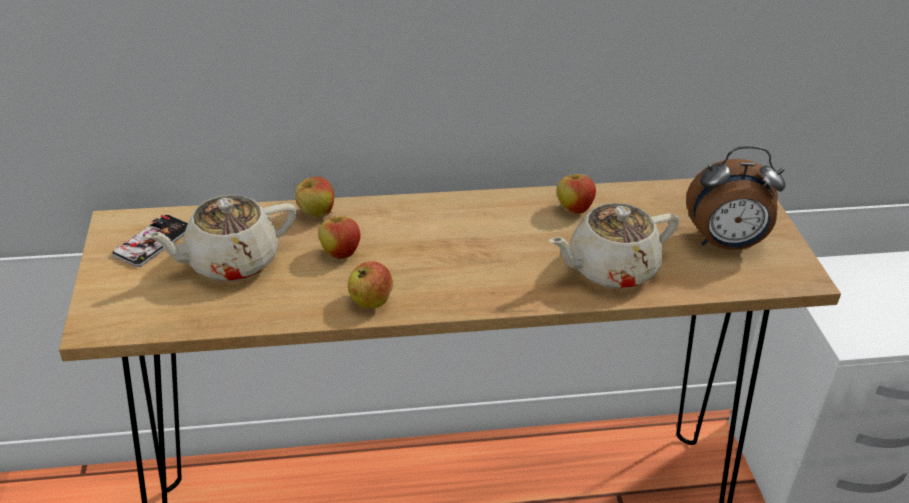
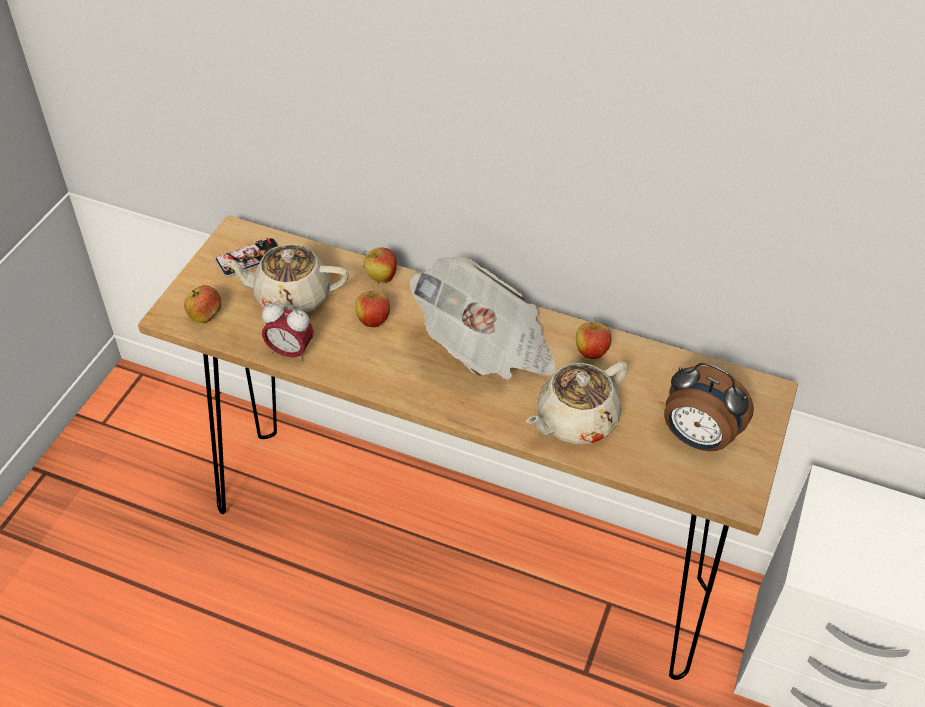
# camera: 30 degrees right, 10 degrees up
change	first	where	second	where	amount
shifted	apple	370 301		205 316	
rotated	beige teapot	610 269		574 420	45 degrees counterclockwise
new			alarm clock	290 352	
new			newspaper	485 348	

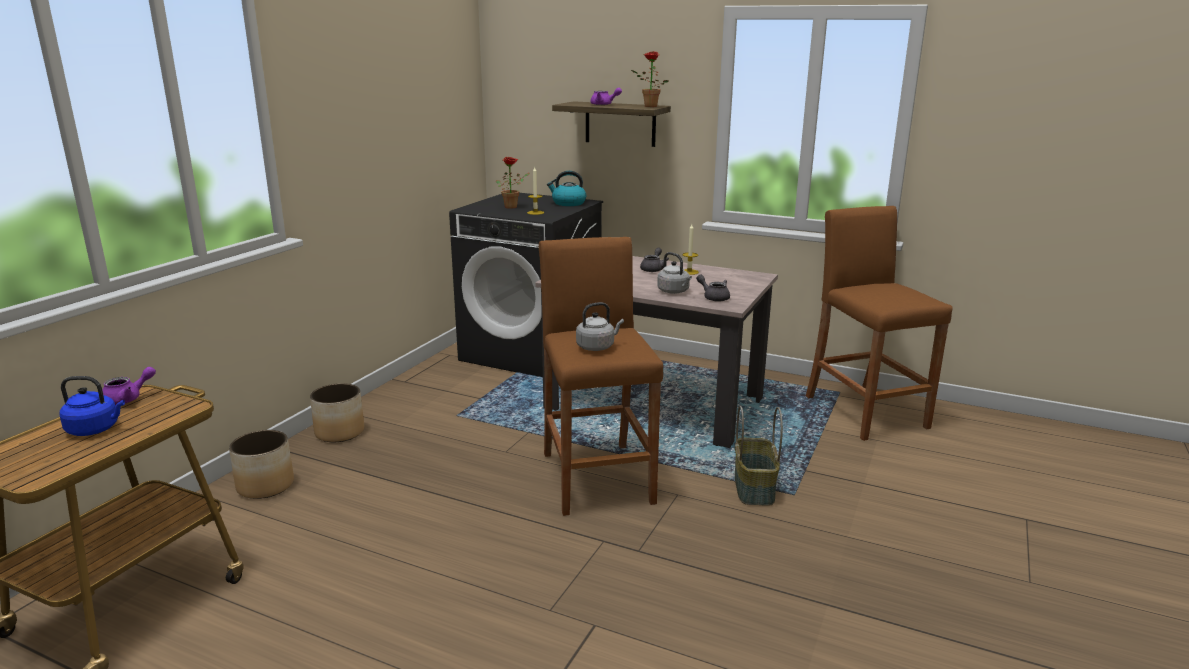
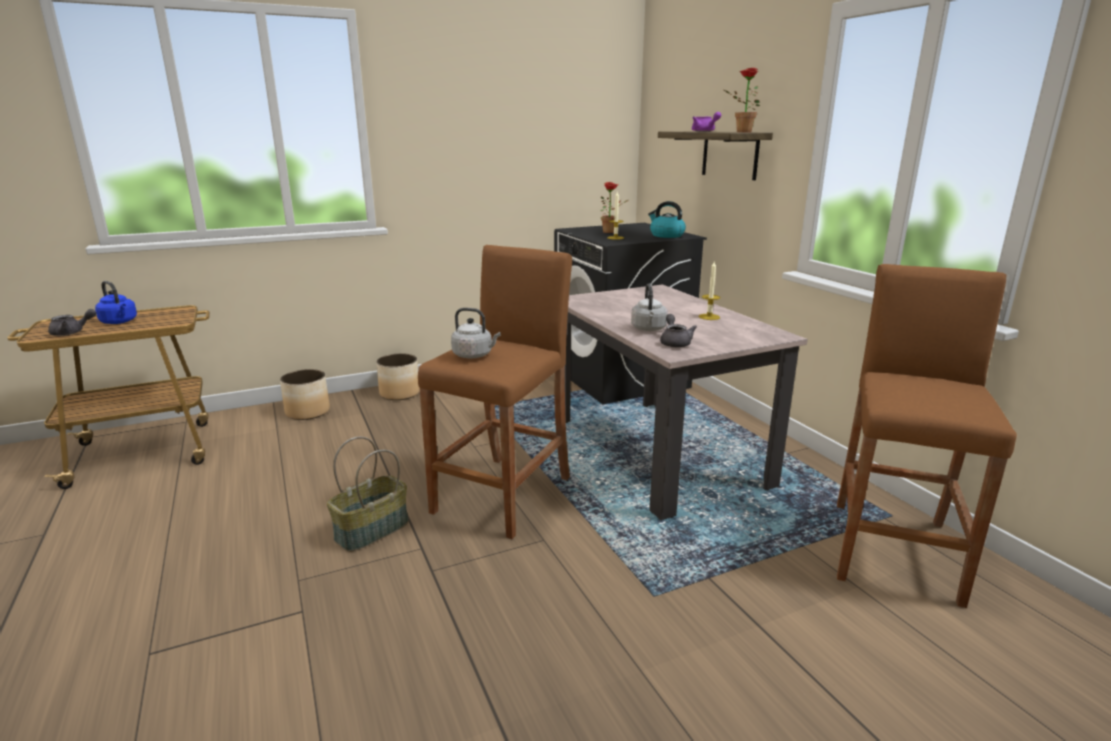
# camera: 40 degrees right, 0 degrees up
change	first	where	second	where	amount
gone	purple teapot	128 399			
shifted	grey teapot	653 269		72 332	
shifted	basket	755 488		372 531	

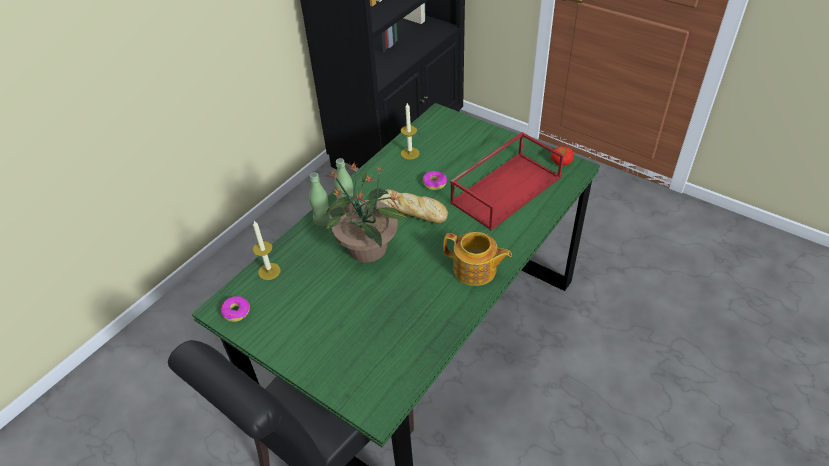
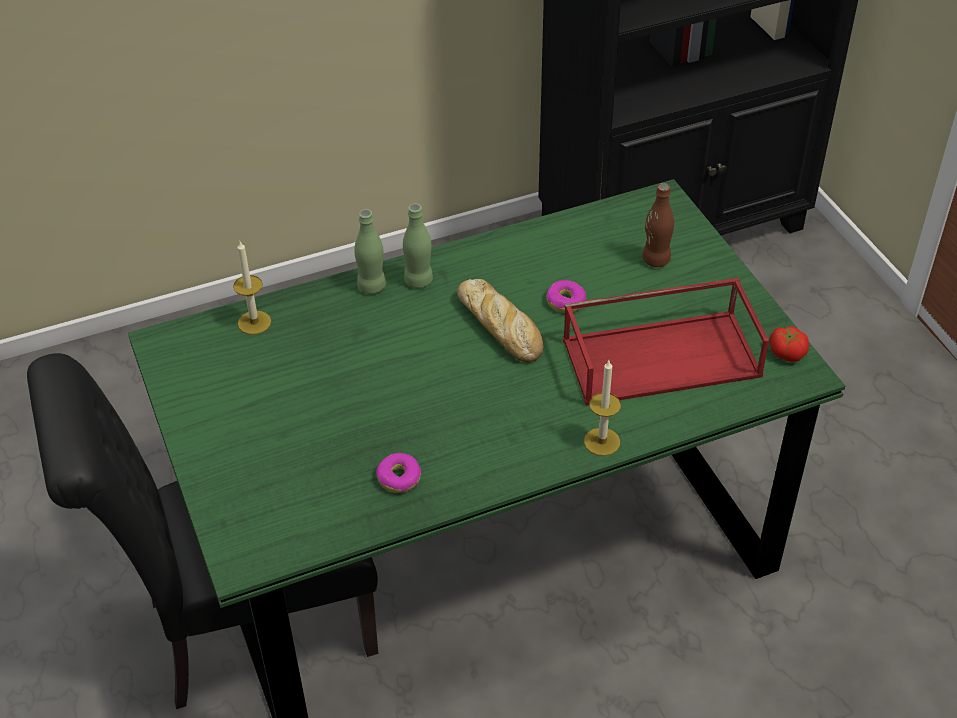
# camera: 30 degrees right, 0 degrees up
change	first	where	second	where	amount
shifted	donut	236 312		399 478	
gone	potted plant	368 249			
shifted	candle	410 153		602 442	
gone	teapot	475 270			
new			brown bottle	656 260	

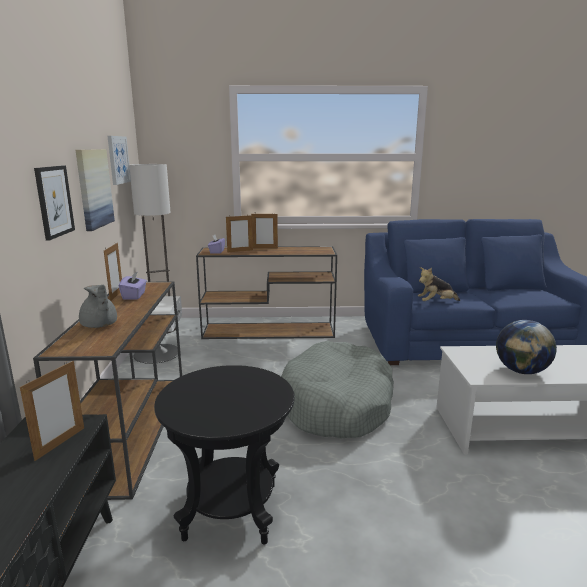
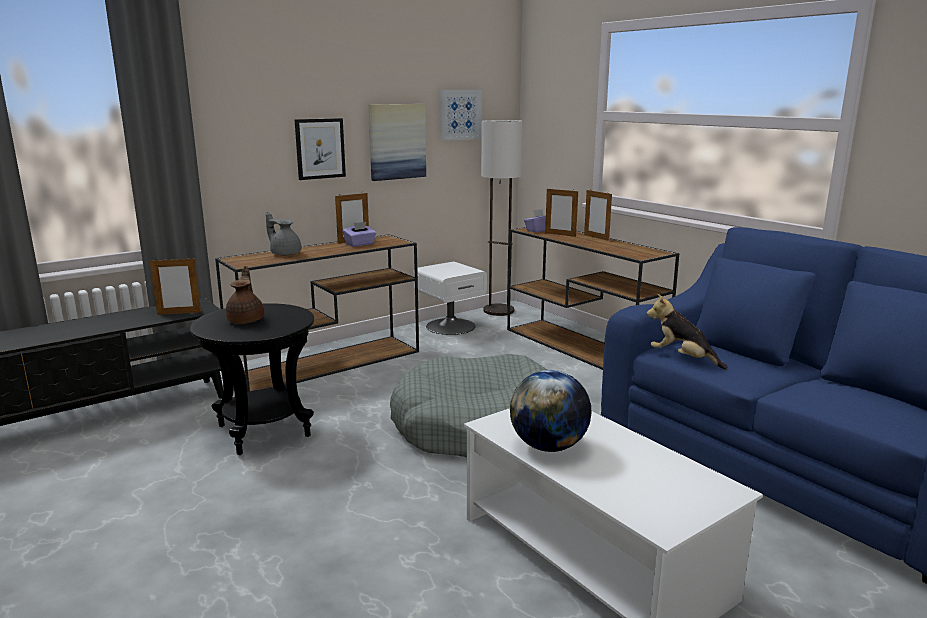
# camera: 55 degrees right, 0 degrees up
change	first	where	second	where	amount
rotated	grey teapot	99 325		285 254	105 degrees clockwise
new			brown teapot	247 320	

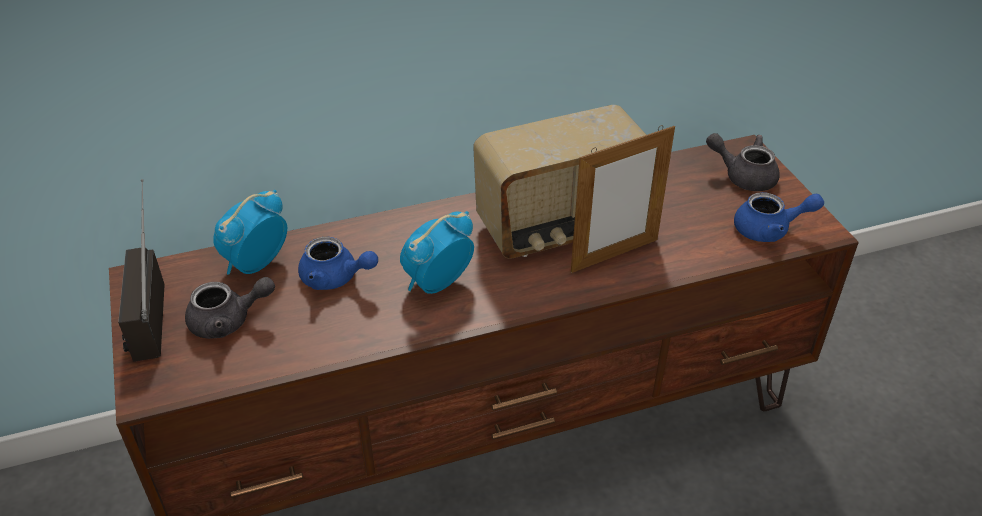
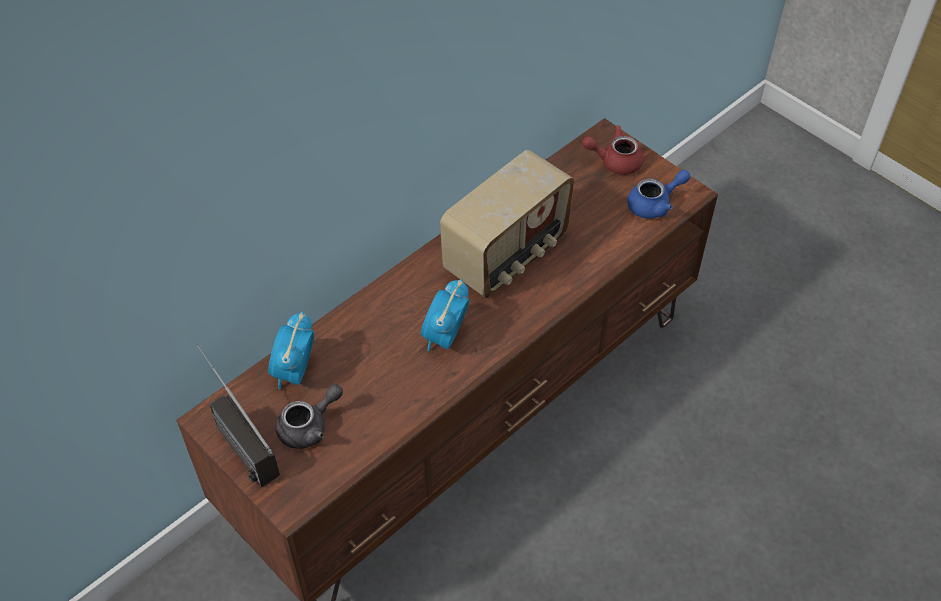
# camera: 25 degrees left, 10 degrees up
change	first	where	second	where	amount
gone	blue teapot	335 278			
gone	picture frame	614 255			
repainted	grey teapot	743 176	red teapot	614 161	

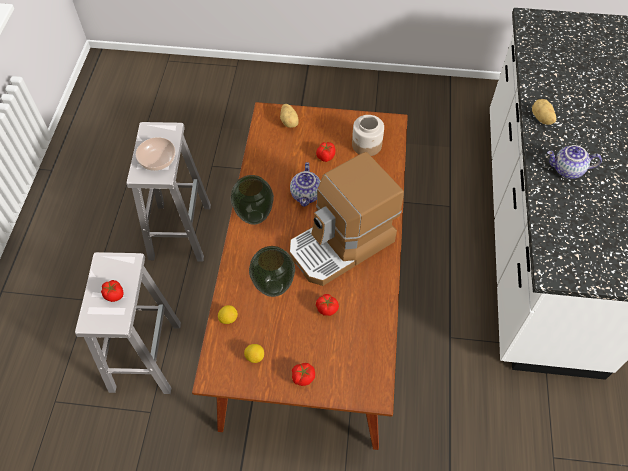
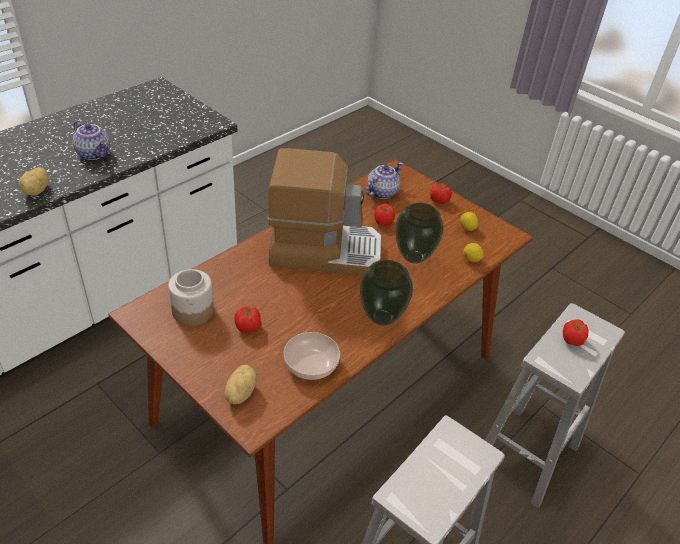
# camera: 145 degrees left, 15 degrees down
change	first	where	second	where	amount
shifted	bowl	157 160		312 364	
shifted	teapot	306 195		381 192	

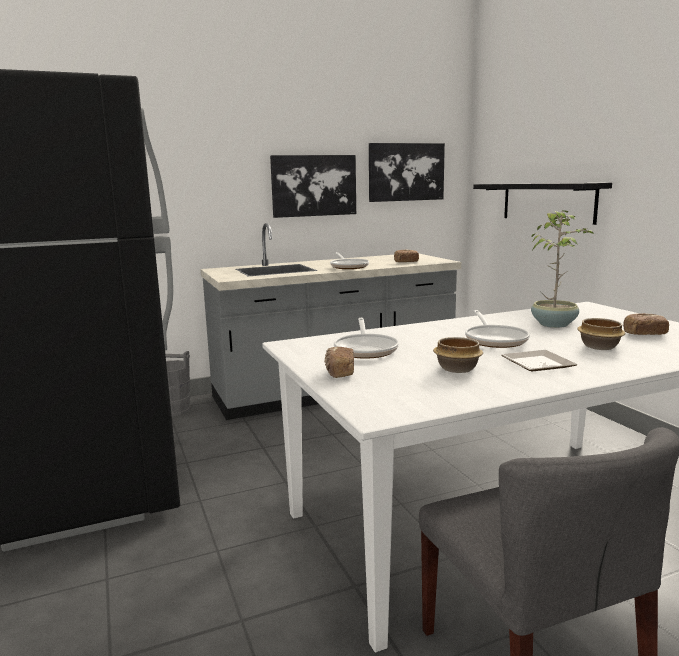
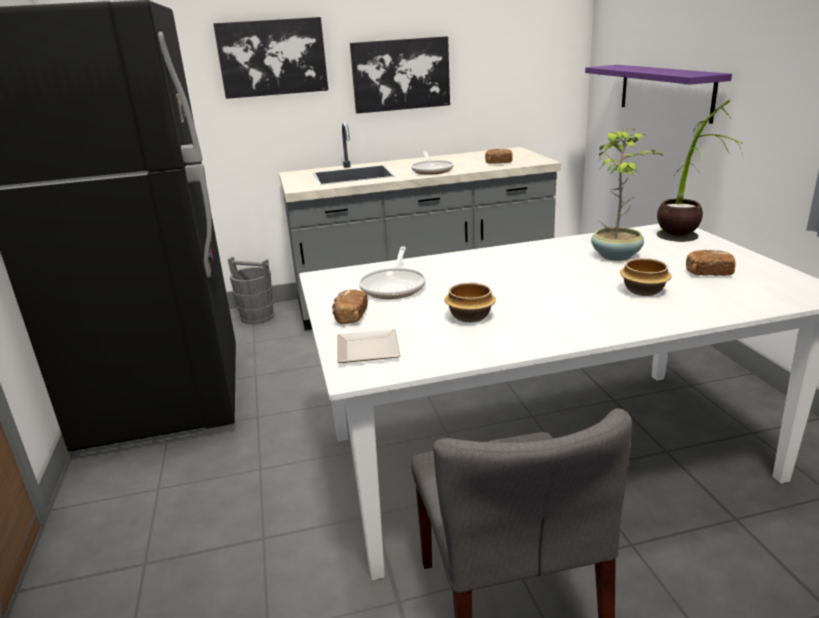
# camera: 10 degrees right, 10 degrees up
change	first	where	second	where	amount
shifted	picture	406 172		272 57	
gone	frying pan	494 339			
repainted	black shelf	547 202	purple shelf	665 91	
shifted	plate	538 363		370 349	
new			potted plant	684 243	

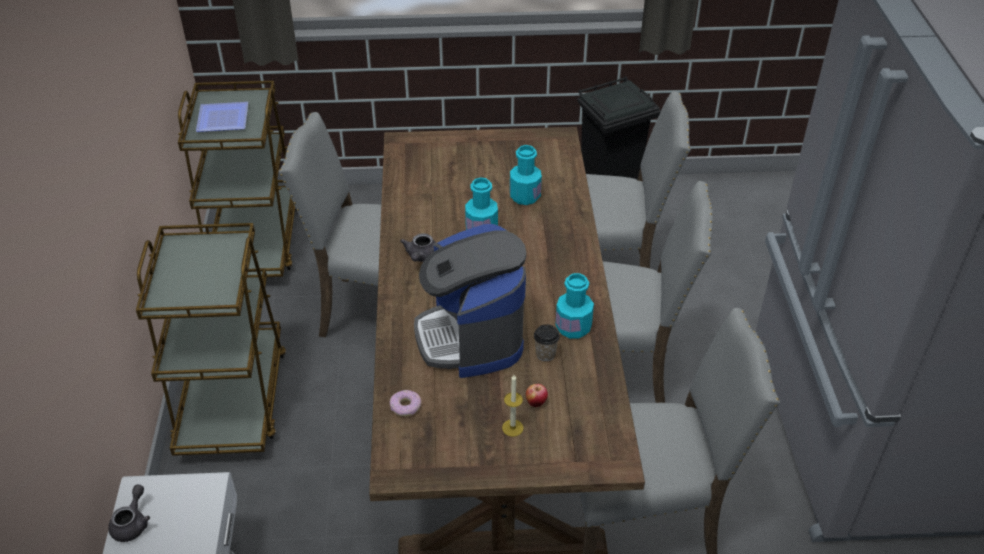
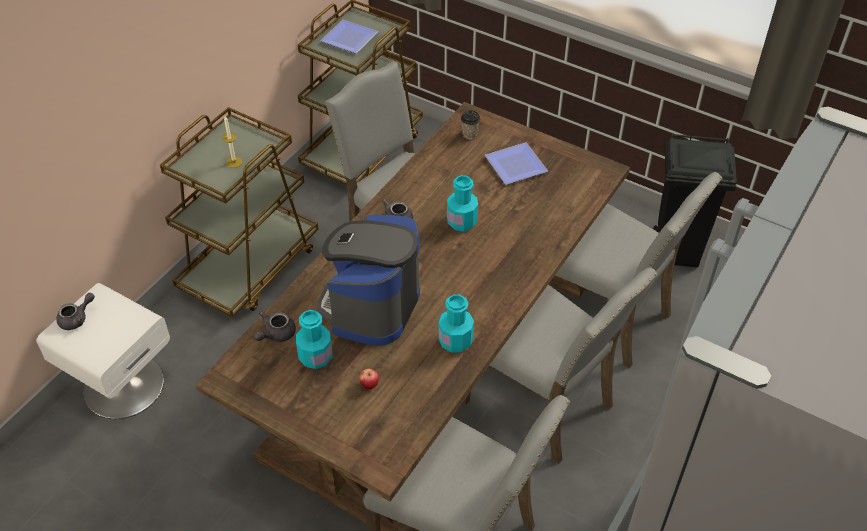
# camera: 35 degrees right, 5 degrees up
change	first	where	second	where	amount
swapped	donut	405 406	grey teapot	276 334	
shifted	candle	512 428		234 162	
shifted	turquoise bottle	525 196		316 356	
shifted	cup	545 354		470 134	
new			plate	515 167	

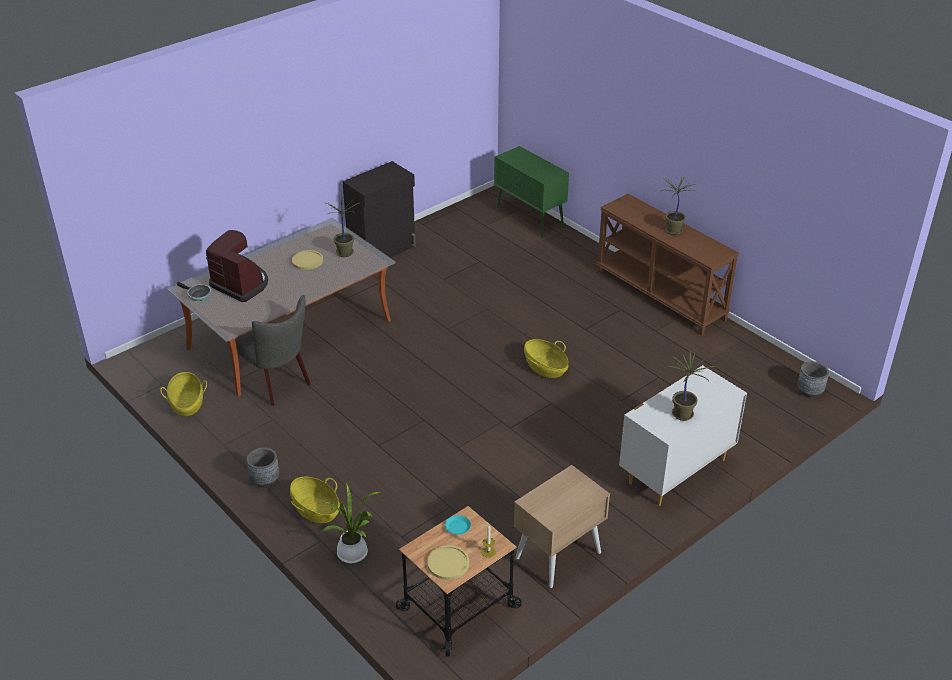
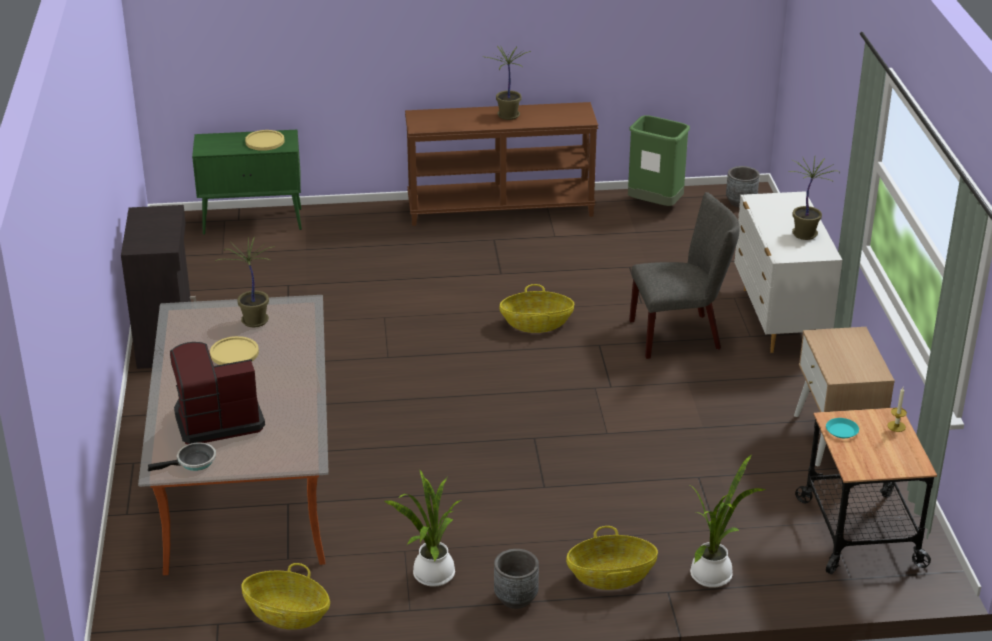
# camera: 55 degrees left, 5 degrees down
change	first	where	second	where	amount
shifted	grey chair	277 383		681 334	
shifted	yellow plate	448 563		265 141	
new			potted plant	431 576	
new			green trash can	655 205	

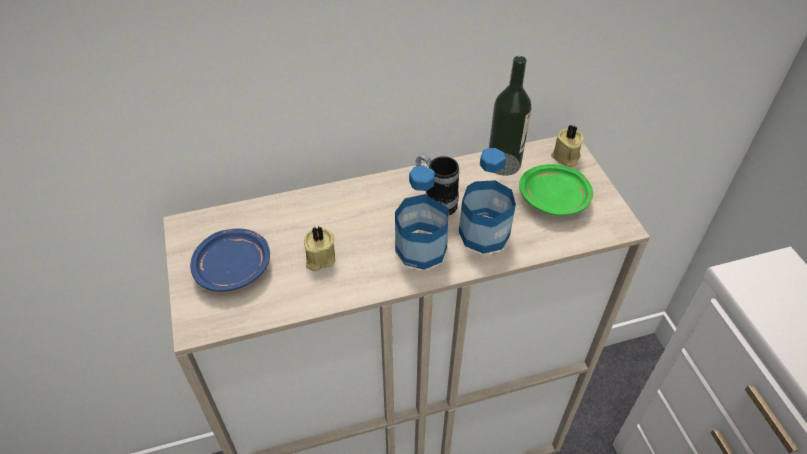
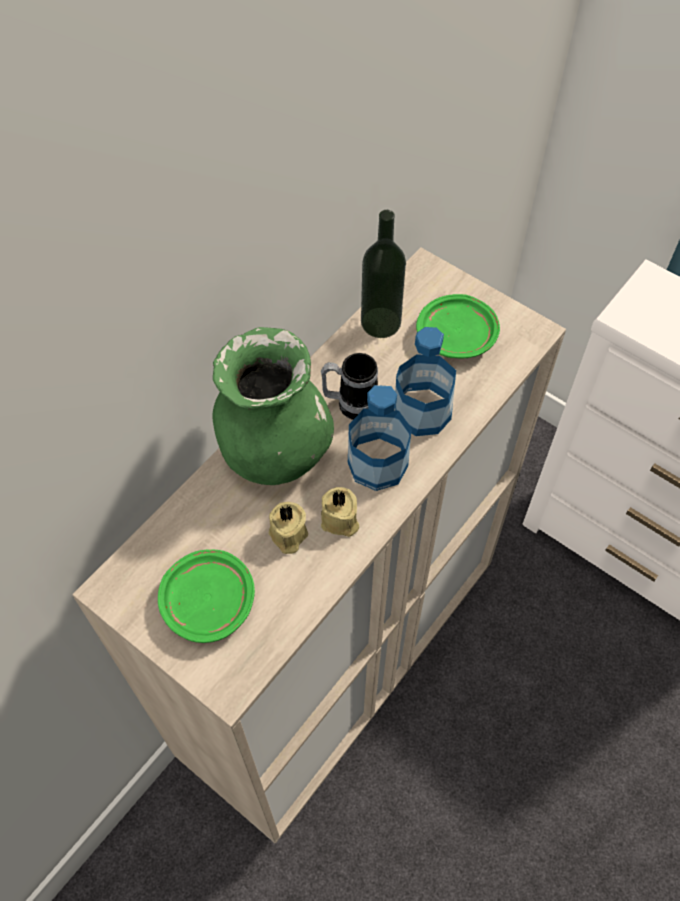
# camera: 35 degrees left, 10 degrees up
change	first	where	second	where	amount
repainted	blue plate	233 267	green plate	208 601	
shifted	beige candle	565 157		340 521	
new			green vase	274 450	

